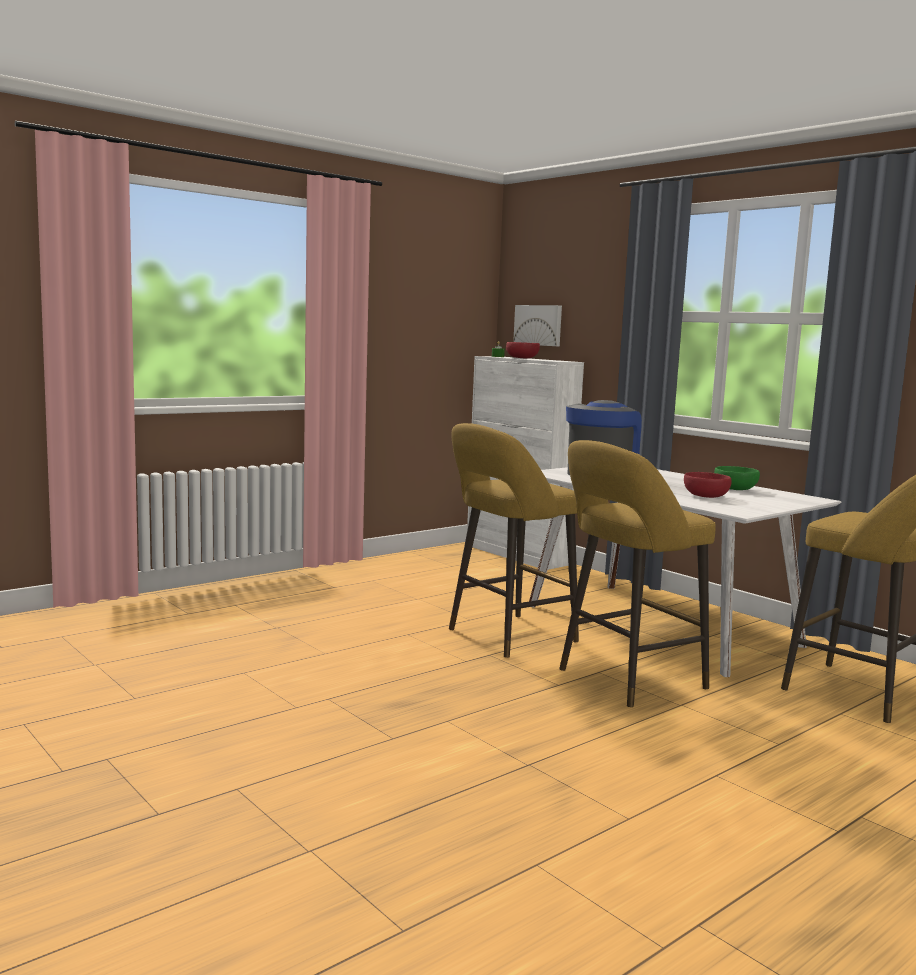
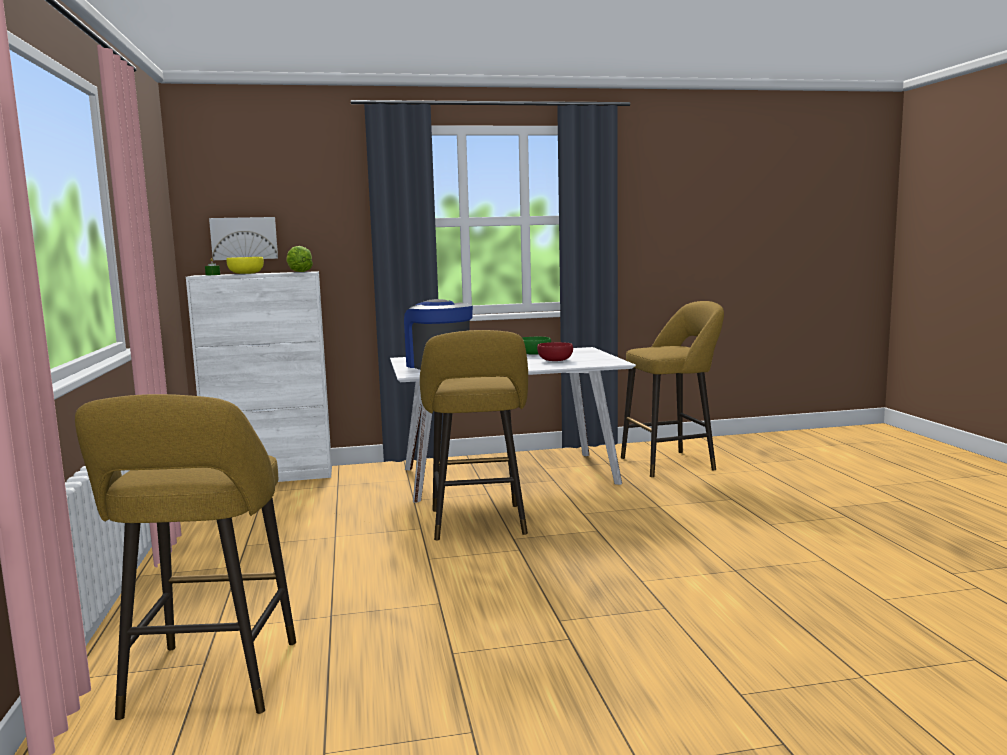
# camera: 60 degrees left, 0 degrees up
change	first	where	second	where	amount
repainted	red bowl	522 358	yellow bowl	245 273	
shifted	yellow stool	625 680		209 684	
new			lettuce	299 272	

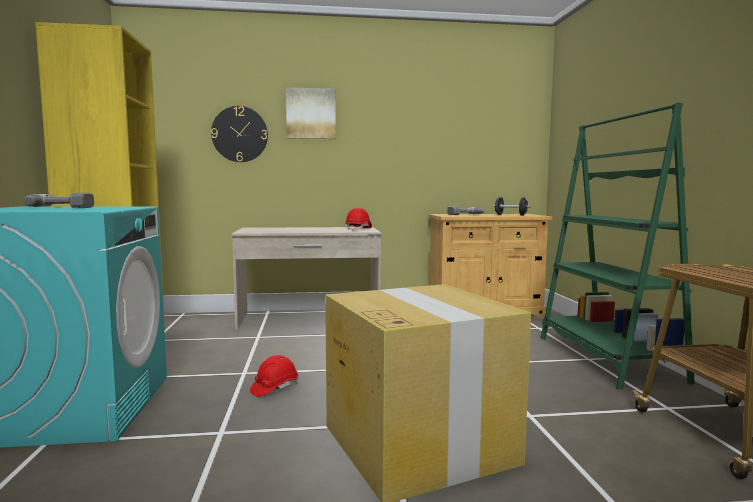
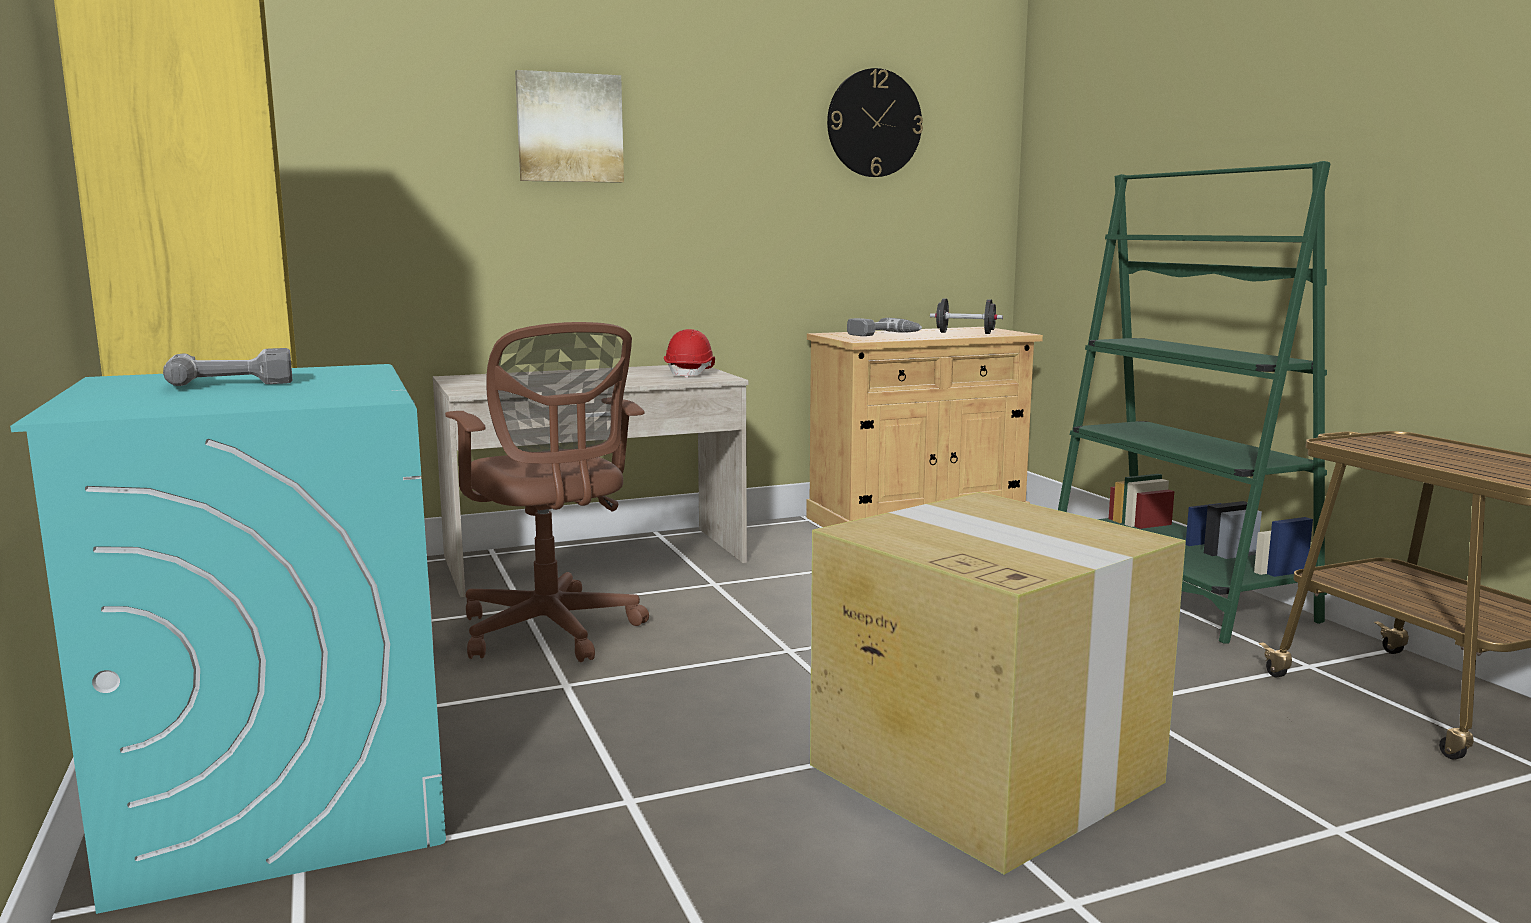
# camera: 15 degrees left, 5 degrees up
change	first	where	second	where	amount
shifted	wall clock	240 134		874 123	
gone	red hard hat	274 388			
new			brown office chair	552 632	

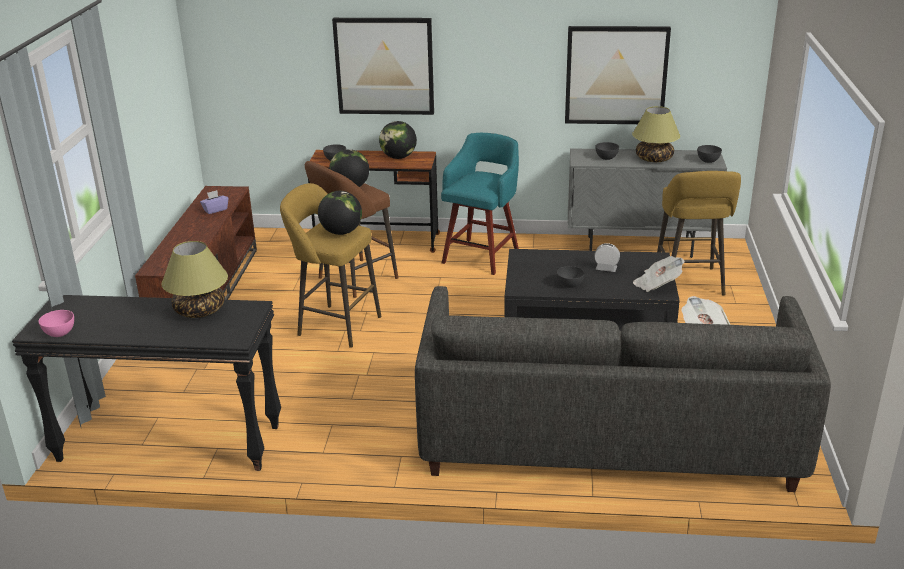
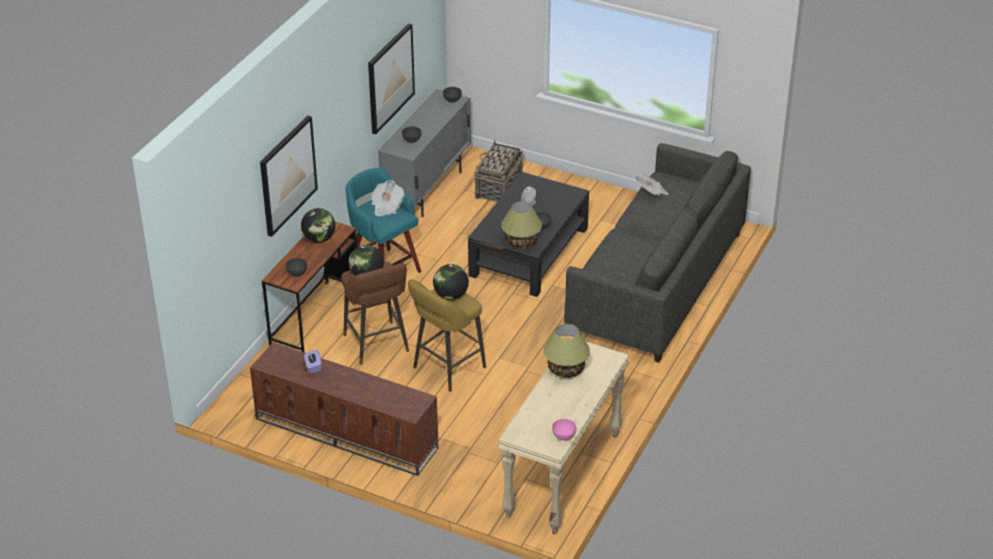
# camera: 70 degrees left, 10 degrees up
change	first	where	second	where	amount
repainted	black console table	168 444	beige console table	564 476	
shifted	table lamp	653 159		521 242	
shifted	newspaper	657 285		386 206	
swapped	yellow stool	689 284	basket	498 188	

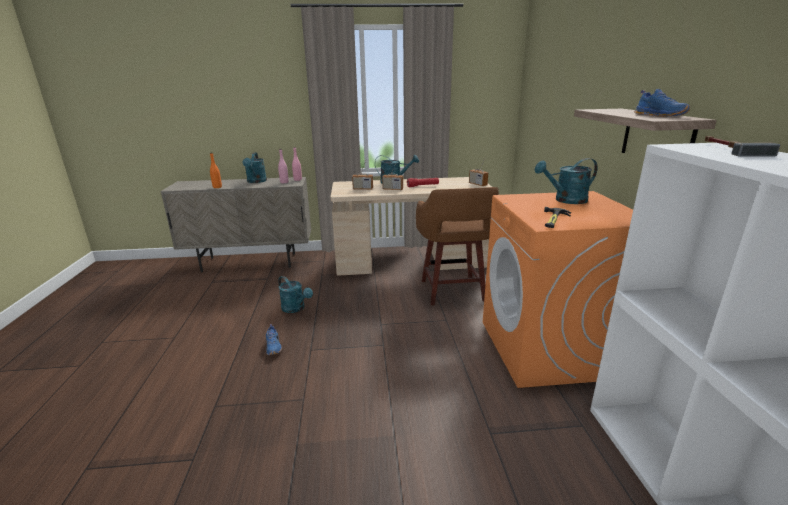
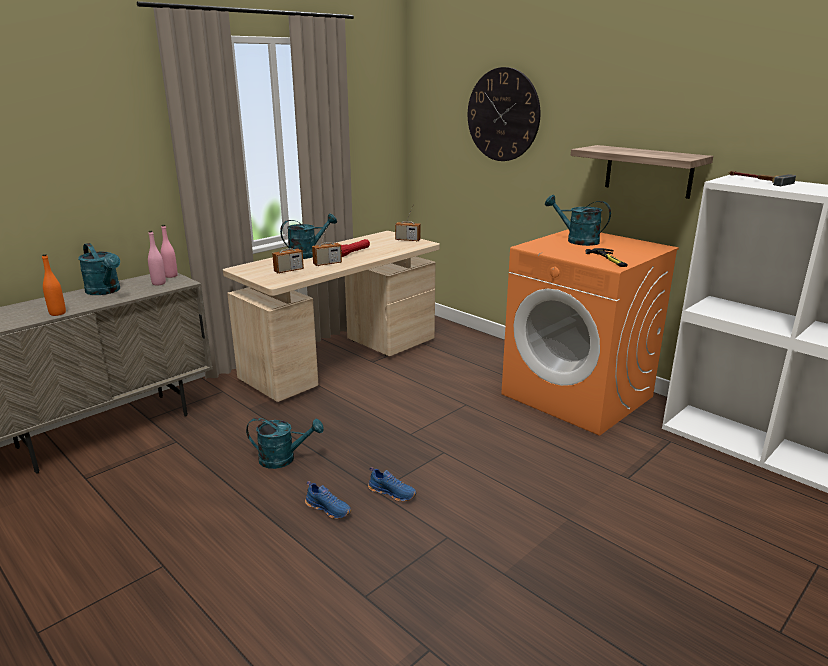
# camera: 40 degrees left, 0 degrees up
change	first	where	second	where	amount
gone	brown stool	453 292			
rotated	turquoise watering can	565 200		577 240	90 degrees clockwise
shifted	blue shoe	660 116		392 492	
new			wall clock	503 115	

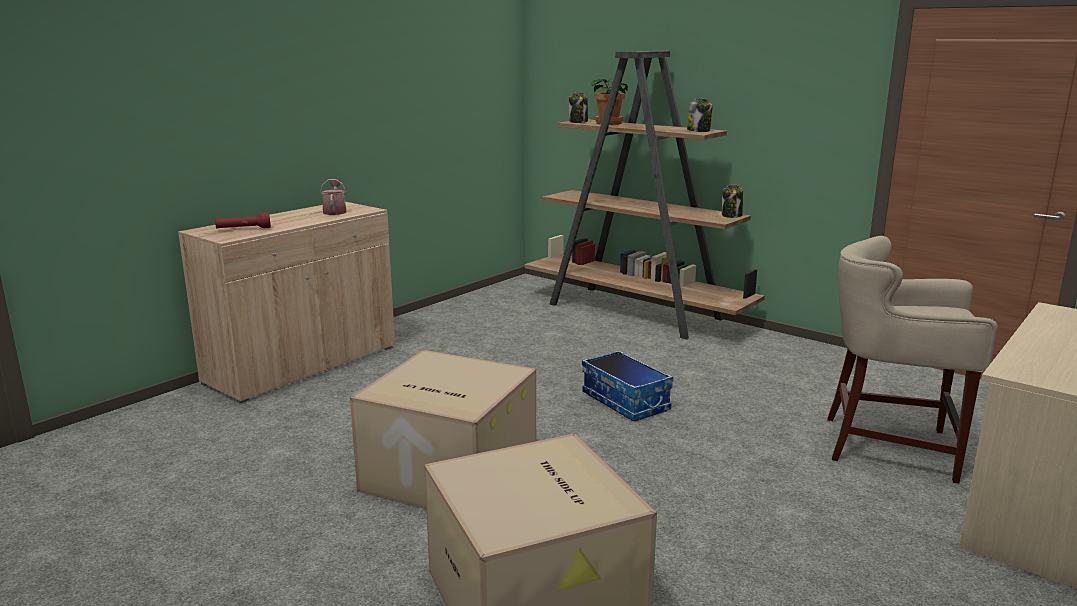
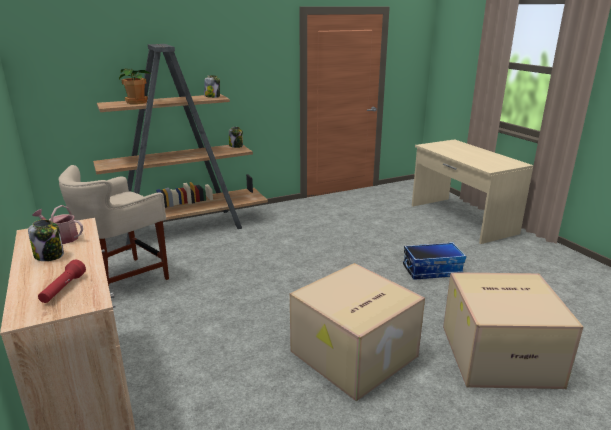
# camera: 65 degrees left, 5 degrees up
change	first	where	second	where	amount
shifted	jar	578 122		50 255	
shifted	storage box	626 401		432 270	
shifted	beige stool	891 447		124 279	

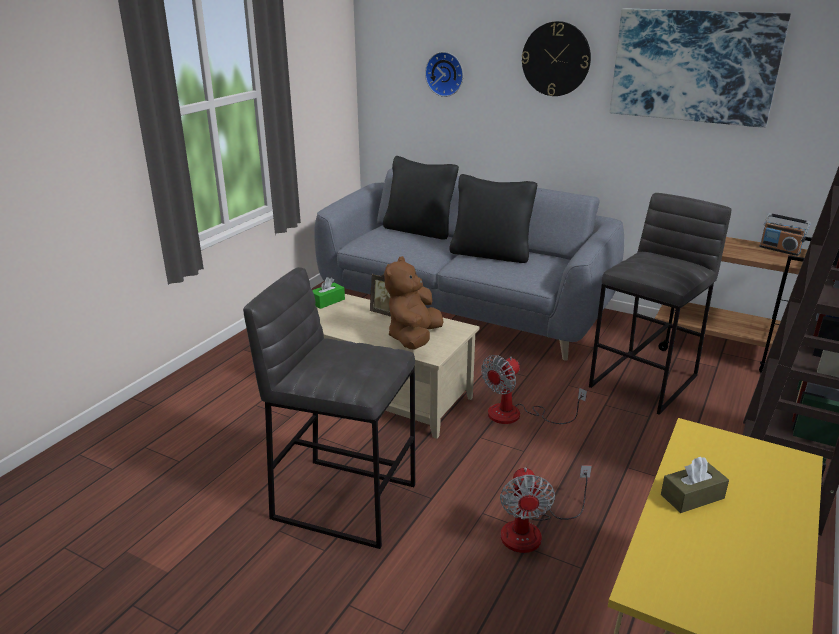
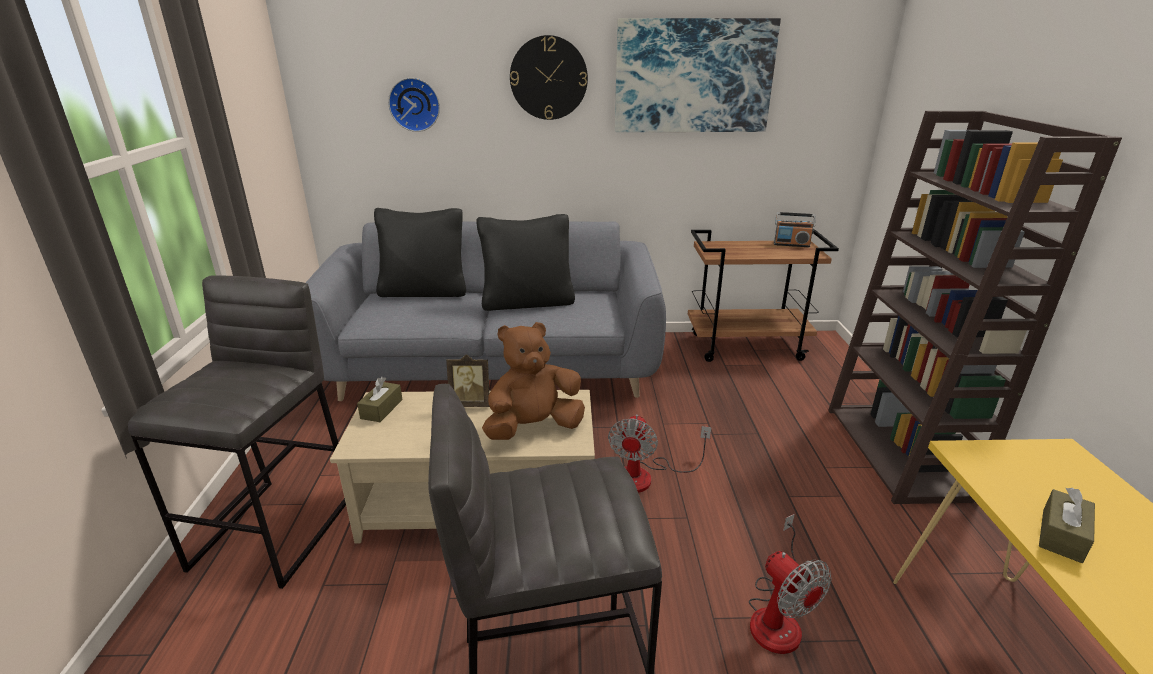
# camera: 30 degrees left, 0 degrees up
change	first	where	second	where	amount
repainted	green tissue box	327 301	brown tissue box	381 409	
rotated	brown plush toy	414 338		534 428	75 degrees clockwise
shifted	grey stool	645 381		277 530	

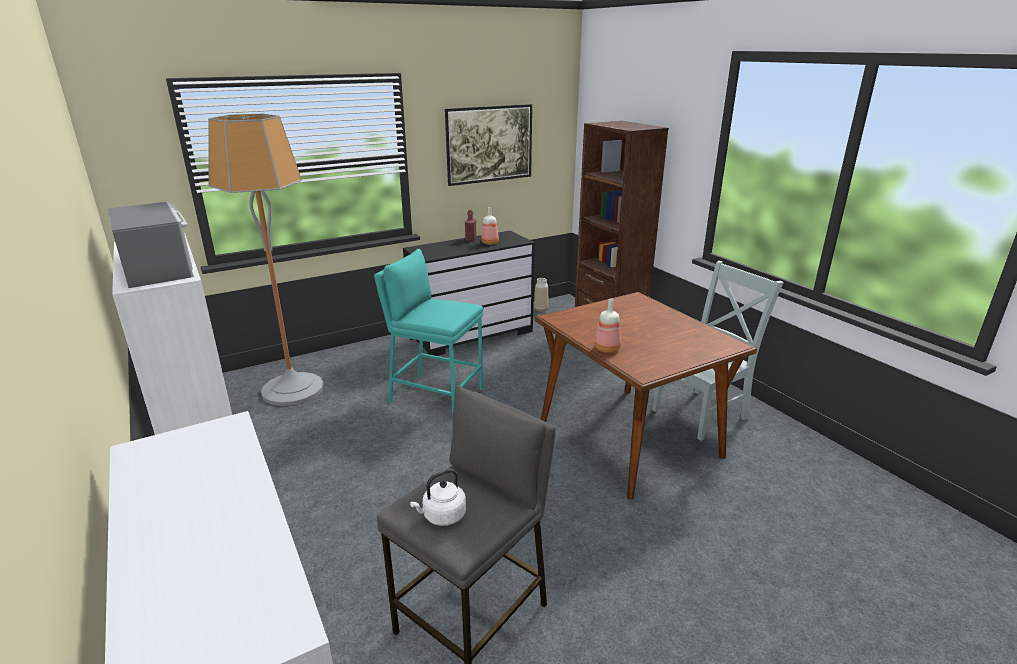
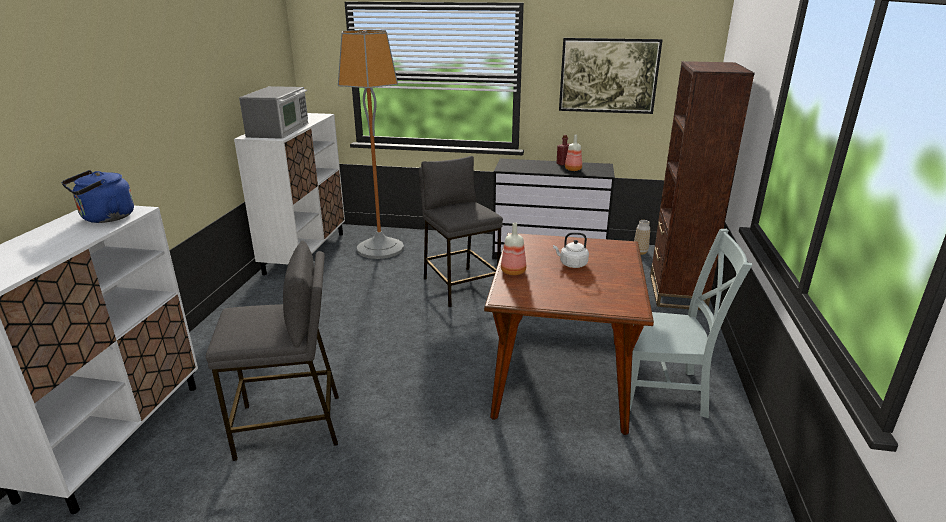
# camera: 40 degrees right, 0 degrees up
change	first	where	second	where	amount
repainted	turquoise stool	436 395	grey stool	460 286	
shifted	white kettle	442 516		571 264	
new			blue kettle	105 218	

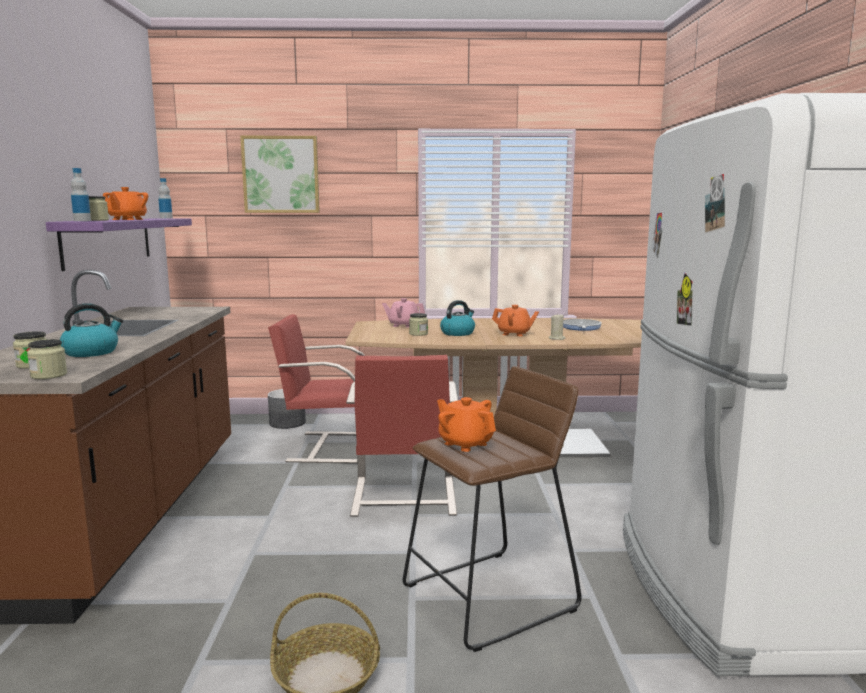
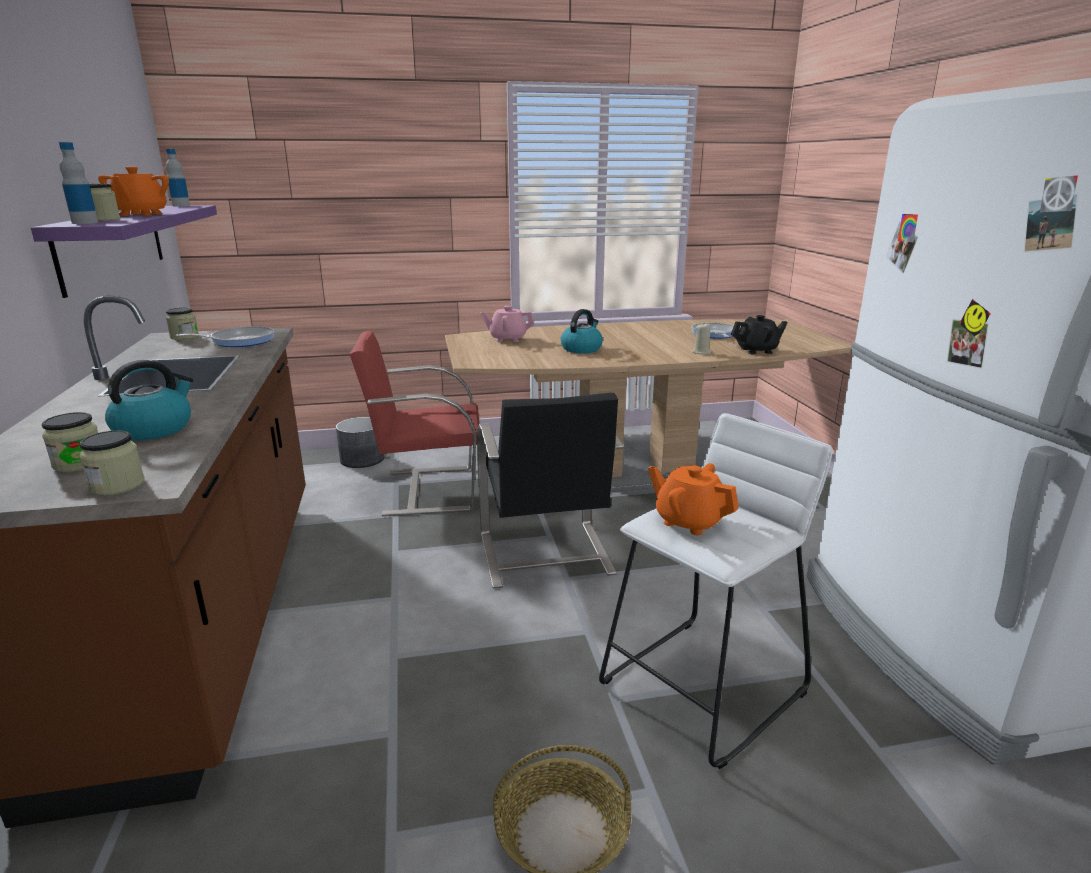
# camera: 10 degrees left, 10 degrees up
change	first	where	second	where	amount
gone	picture	281 174			
repainted	red chair	403 498	black chair	545 555	
repainted	brown stool	490 598	white stool	703 687	
shifted	jar	418 334		184 337	
gone	orange teapot	514 334			
new			frying pan	239 341	
new			black teapot	757 350	

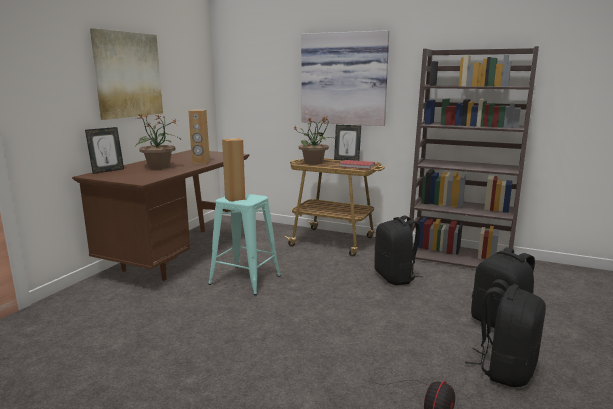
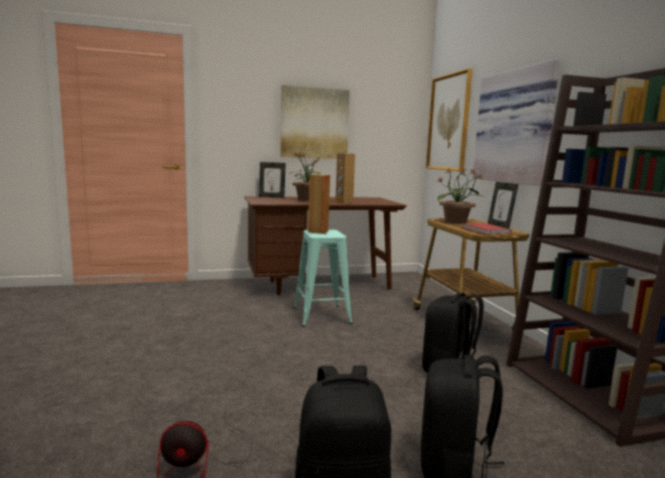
# camera: 50 degrees right, 5 degrees down
change	first	where	second	where	amount
new			picture	449 123	

